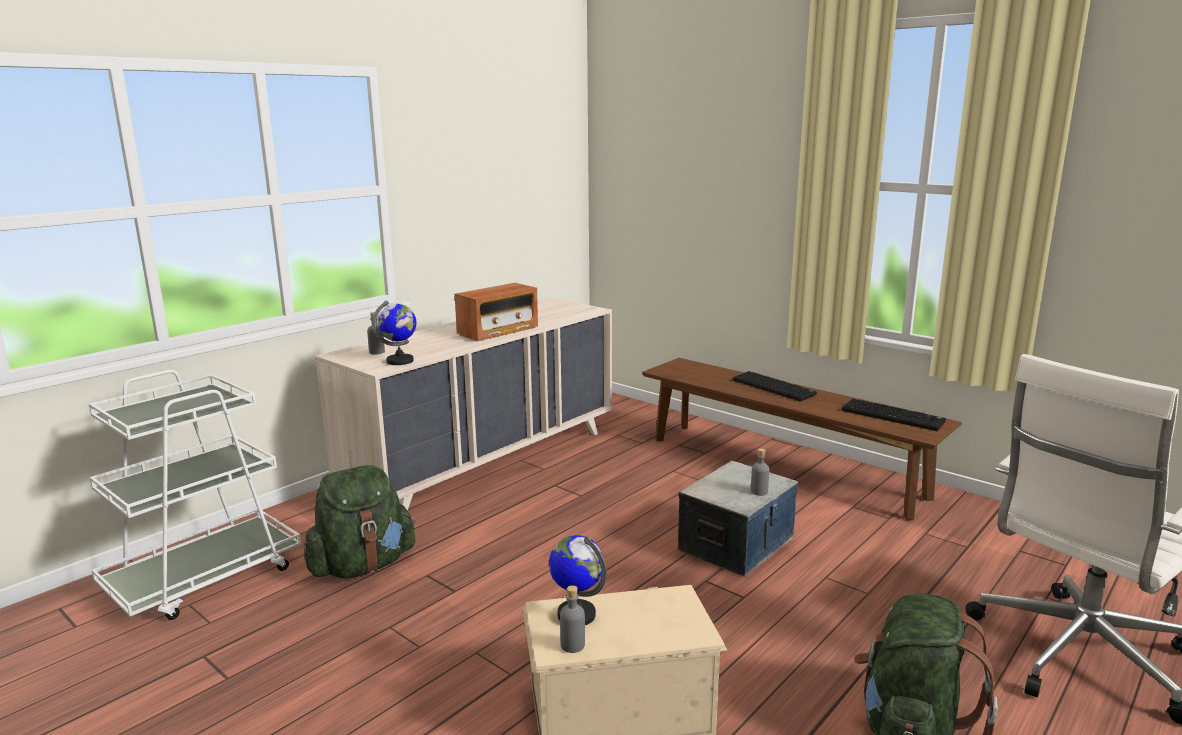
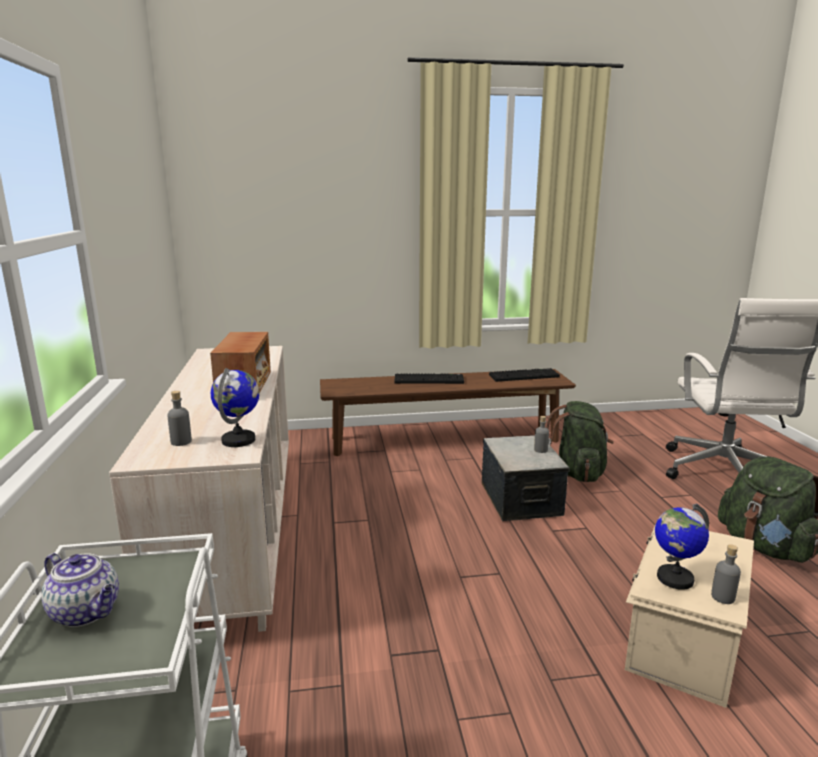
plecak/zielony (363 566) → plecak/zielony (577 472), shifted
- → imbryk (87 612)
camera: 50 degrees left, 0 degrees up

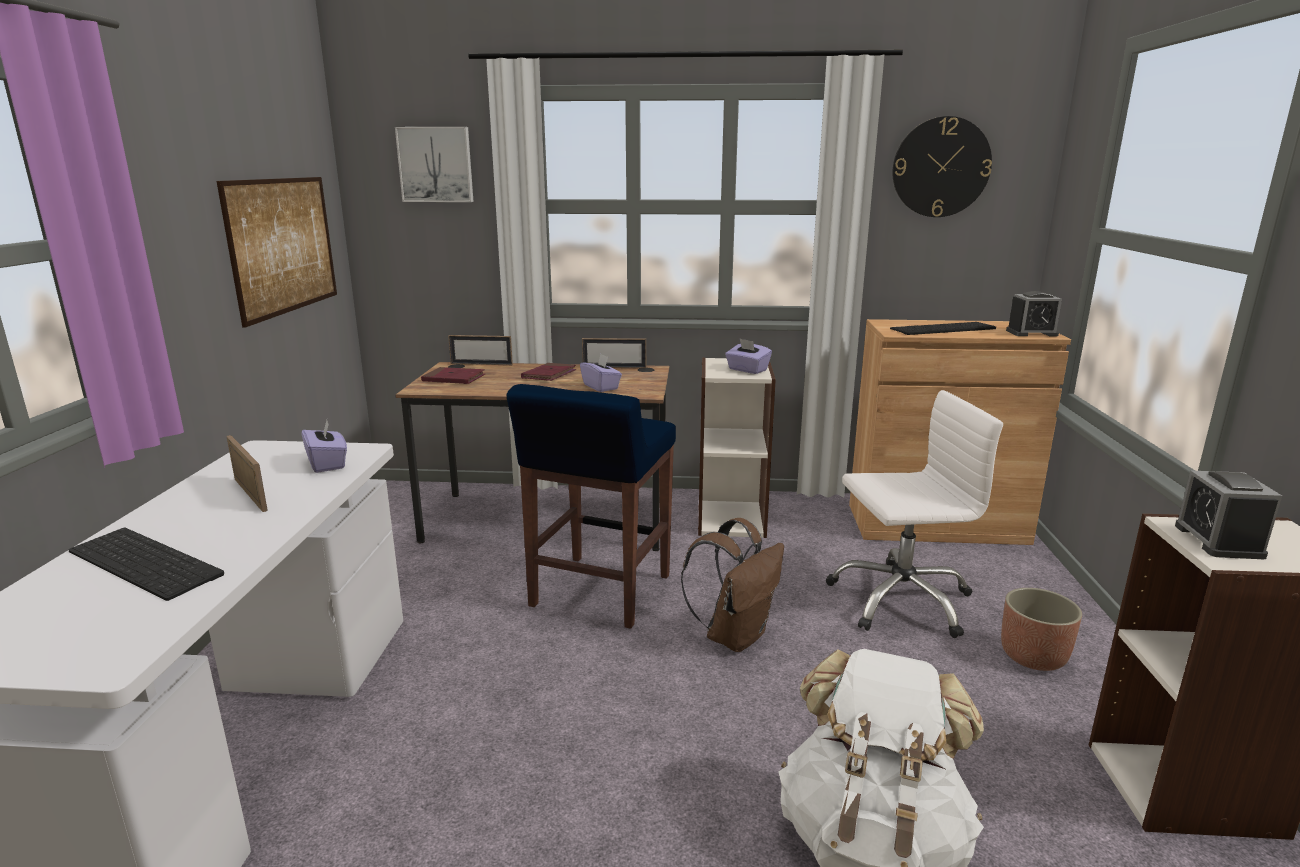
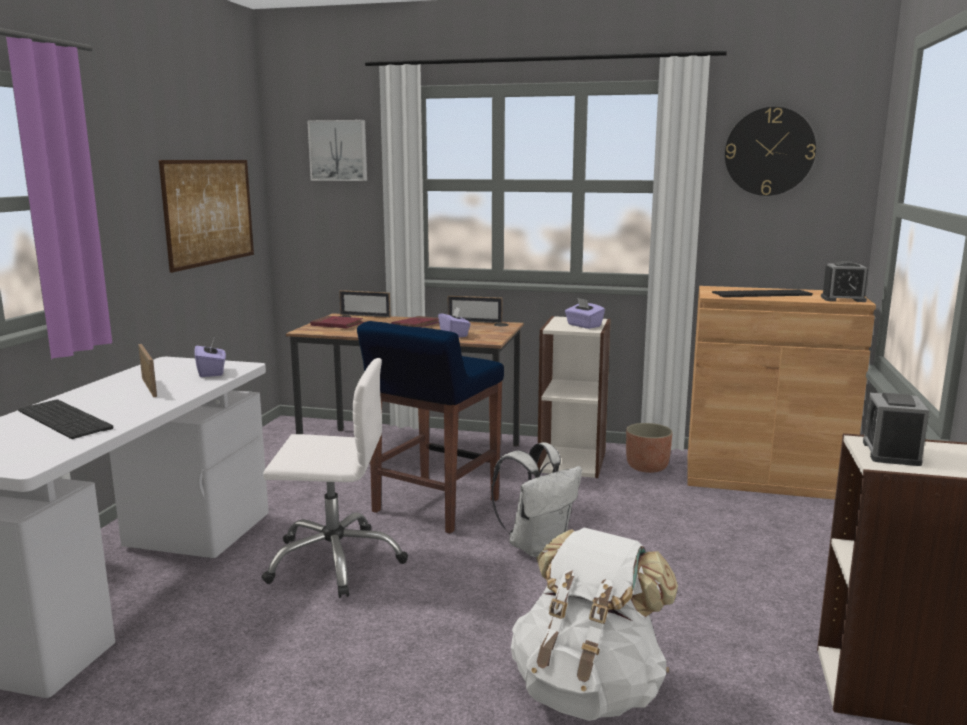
plecak/brązowy (735 635) → plecak/biały (537 545)
krzesło biurowe/biały (900 599) → krzesło biurowe/biały (335 561), shifted
donica (1033 657) → donica (647 467), shifted
camera: 10 degrees right, 5 degrees down

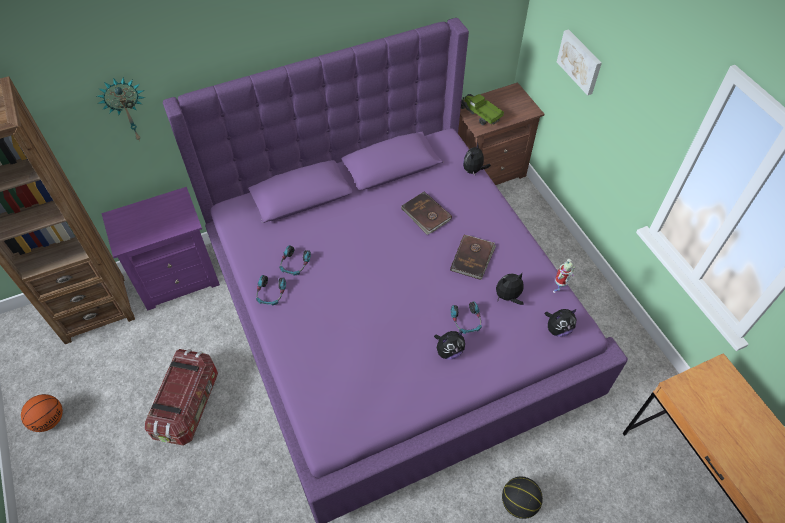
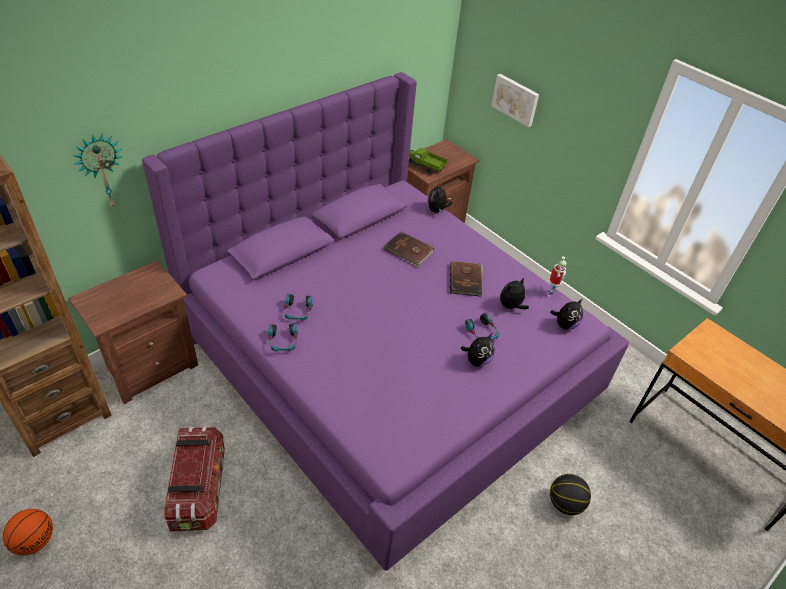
szafka nocna/fioletowy (178 278) → szafka nocna/brązowy (150 367)
camera: 20 degrees left, 10 degrees down

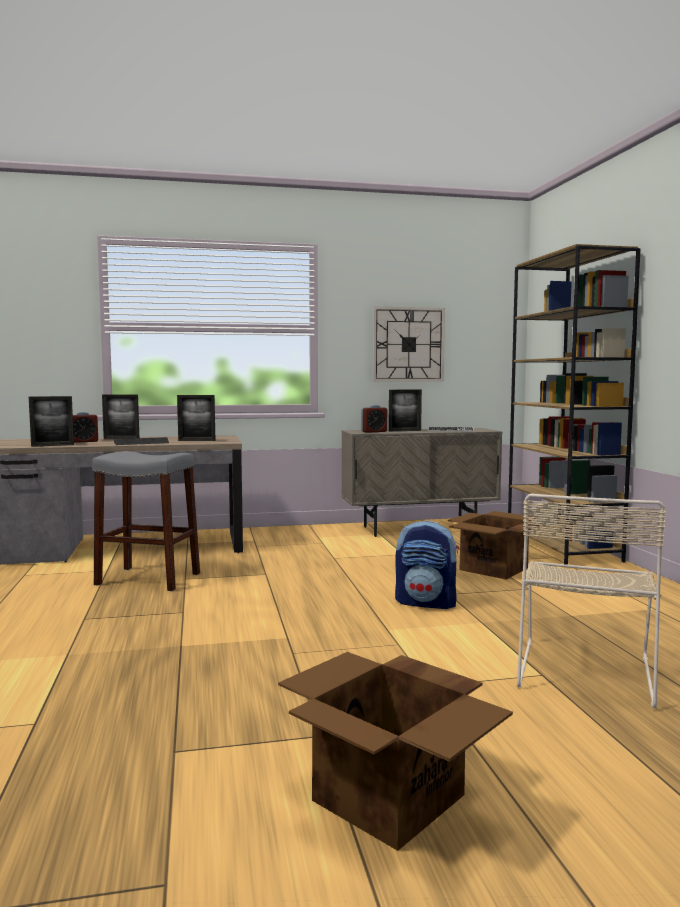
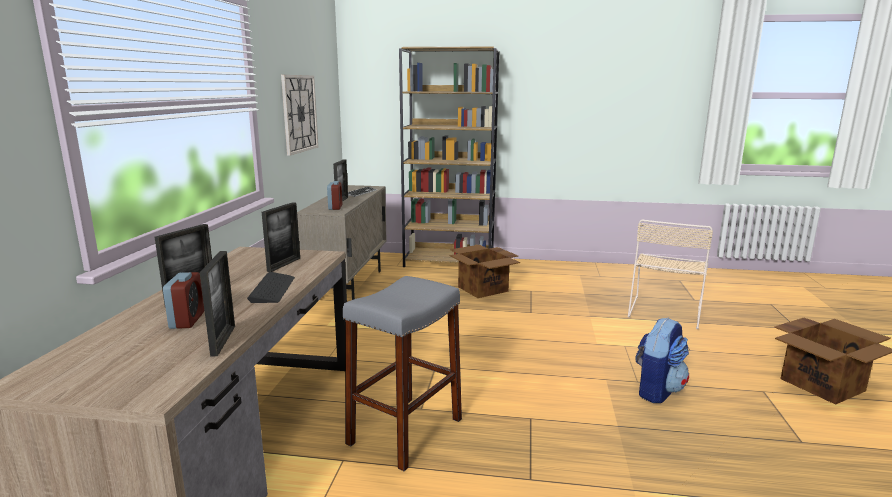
plecak (427 603) → plecak (657 390), shifted
krzesło/beżowy (585 669) → krzesło/beżowy (665 310), 75 degrees clockwise
camera: 70 degrees left, 10 degrees up

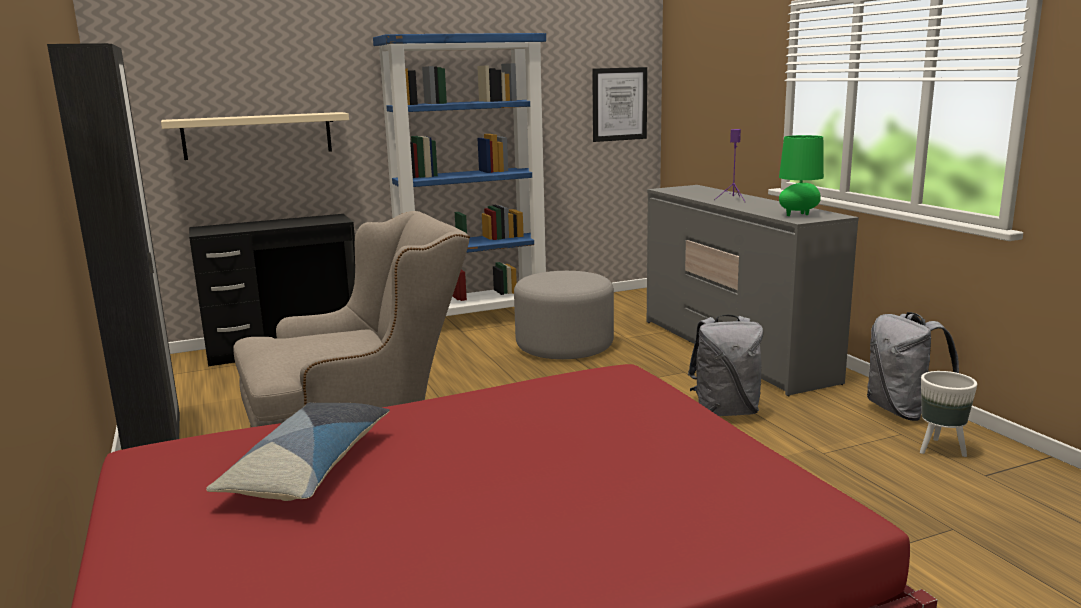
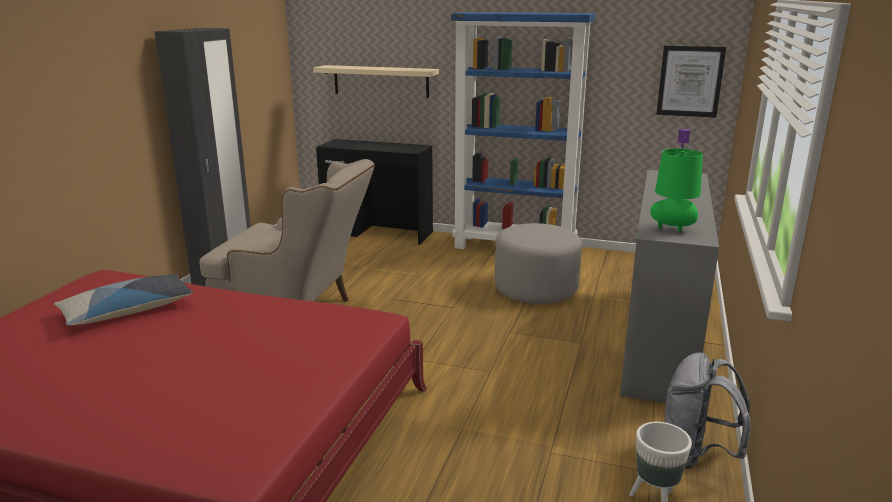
plecak/szary (725 411) → -
camera: 40 degrees right, 5 degrees up

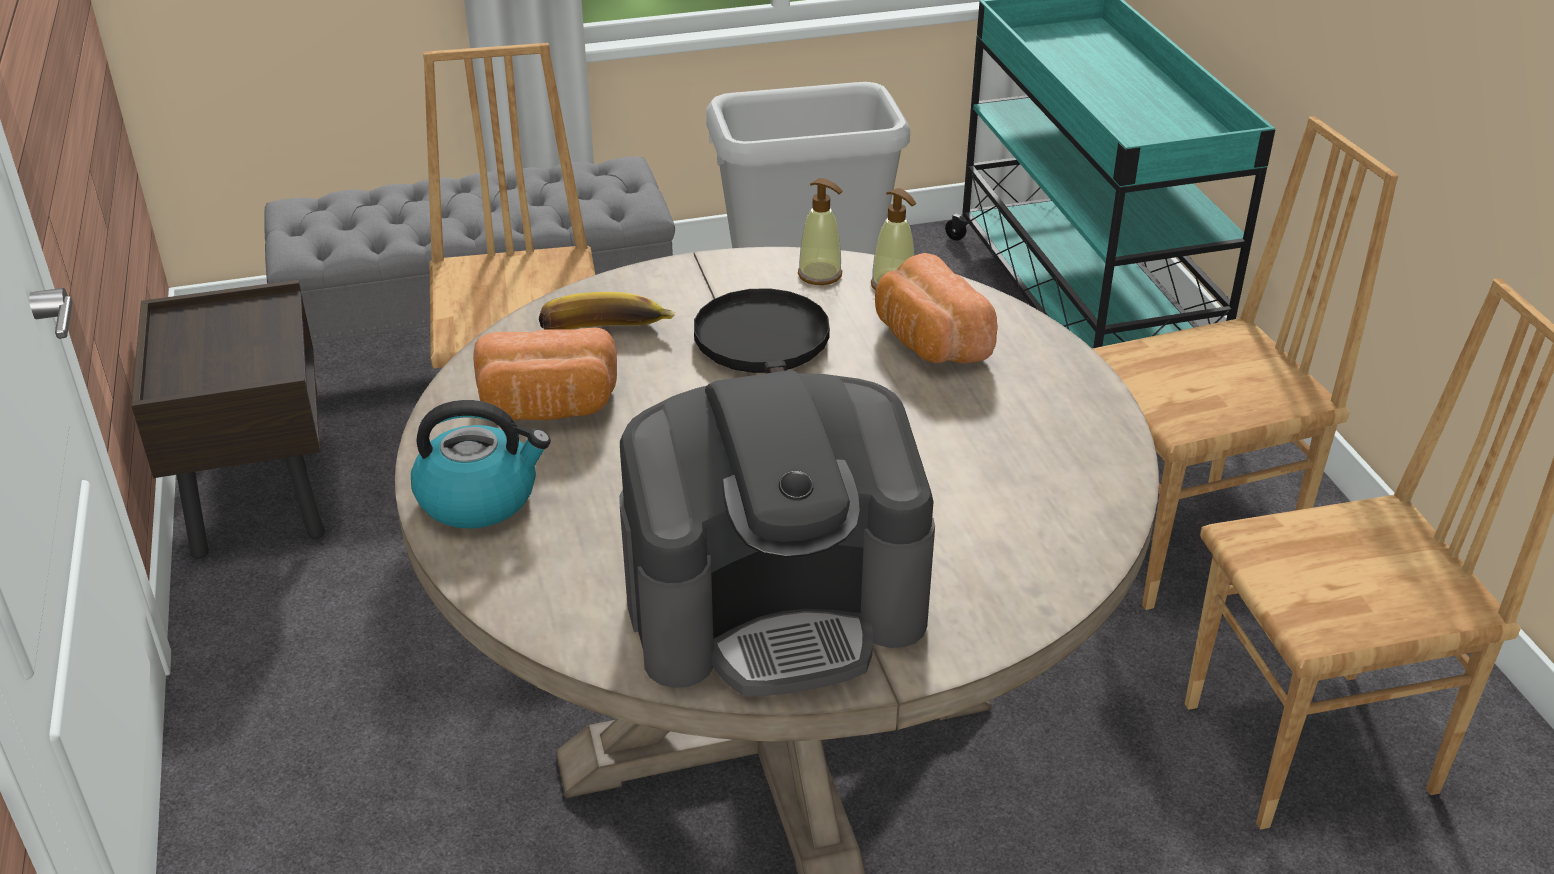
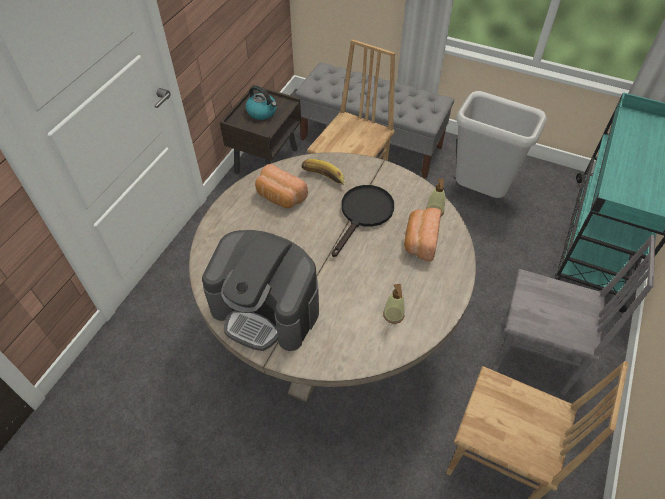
czajnik (480 497) → czajnik (262 112), shifted
dozownik mydła (820 275) → dozownik mydła (393 315), shifted
krzesło/brązowy (1185 546) → krzesło/szary (532 358)
camera: 40 degrees right, 15 degrees up

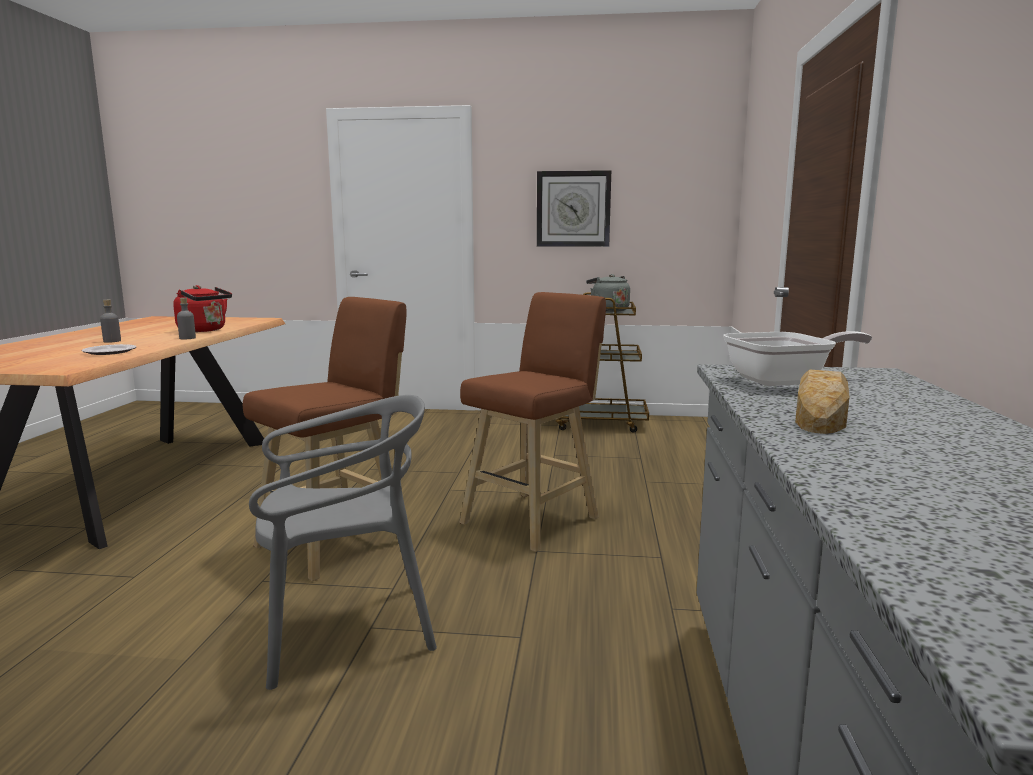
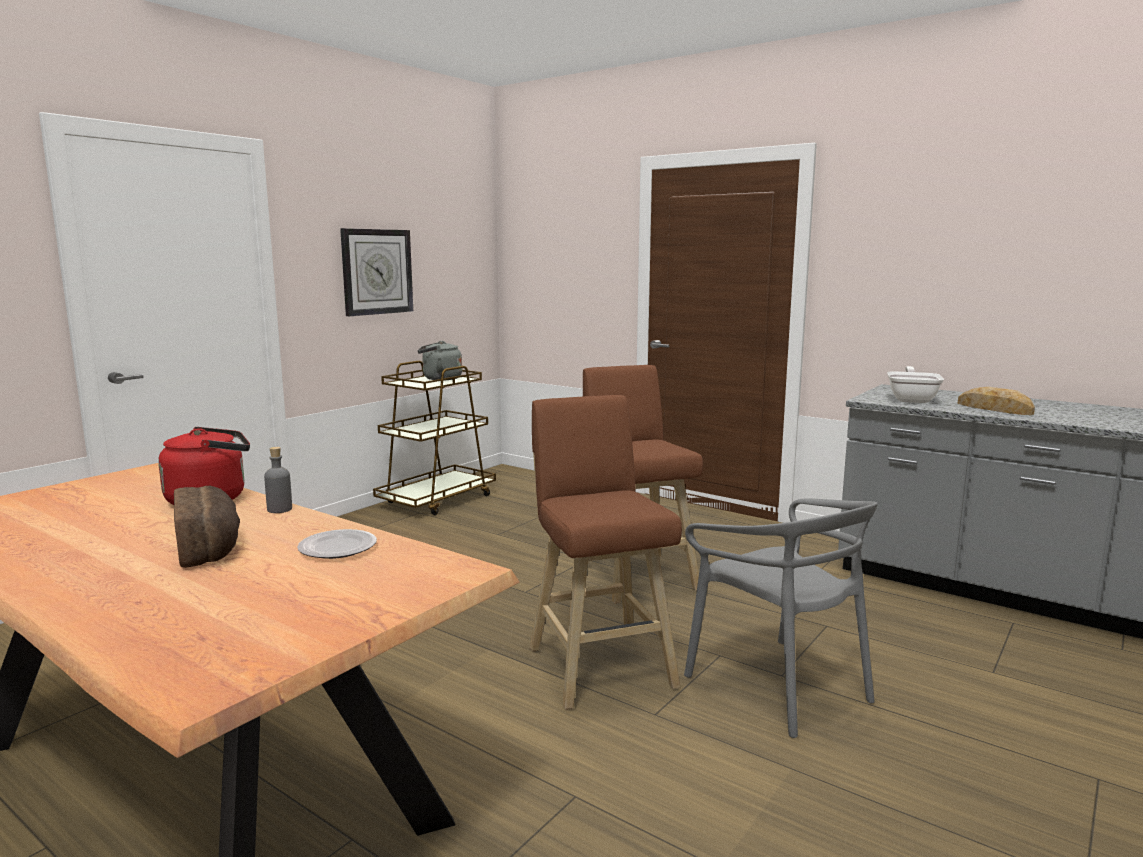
butelka/szary (112 341) → chleb (210 547)
krzesło/szary (347 628) → krzesło/szary (778 685), 135 degrees clockwise
camera: 60 degrees left, 0 degrees up

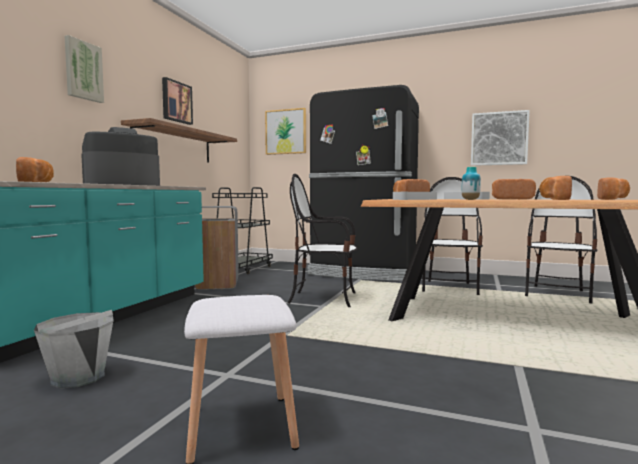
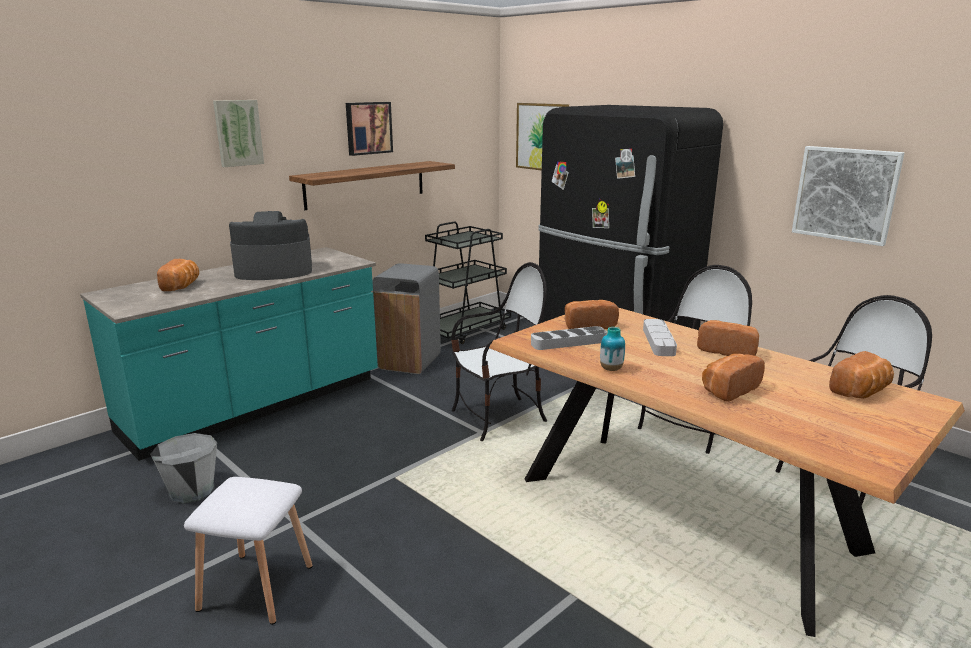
krzesło (324 299) → krzesło (498 418), 120 degrees clockwise
camera: 25 degrees right, 15 degrees up

